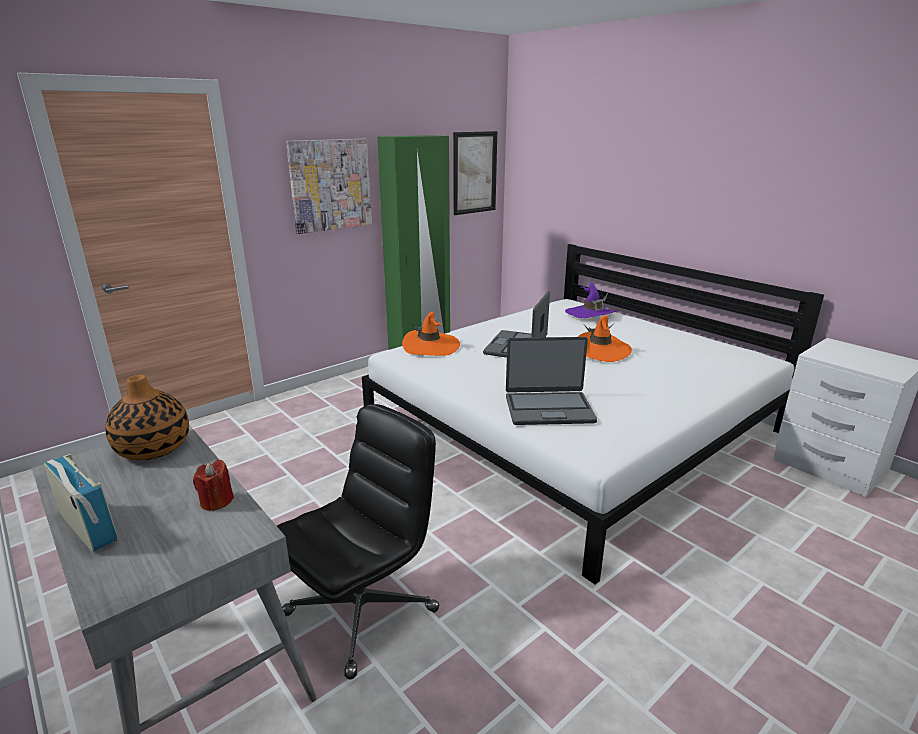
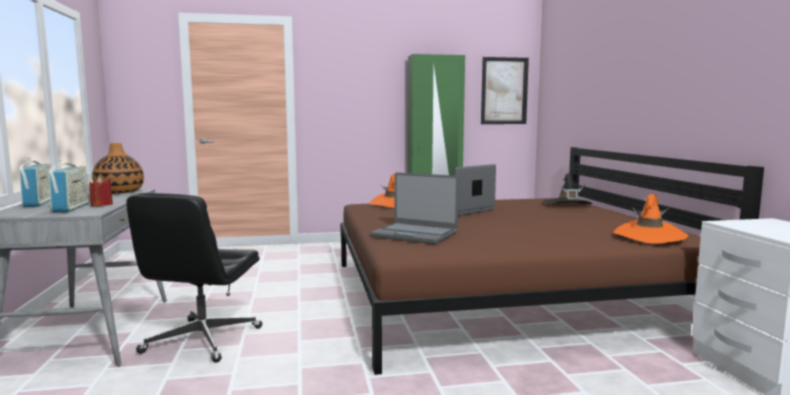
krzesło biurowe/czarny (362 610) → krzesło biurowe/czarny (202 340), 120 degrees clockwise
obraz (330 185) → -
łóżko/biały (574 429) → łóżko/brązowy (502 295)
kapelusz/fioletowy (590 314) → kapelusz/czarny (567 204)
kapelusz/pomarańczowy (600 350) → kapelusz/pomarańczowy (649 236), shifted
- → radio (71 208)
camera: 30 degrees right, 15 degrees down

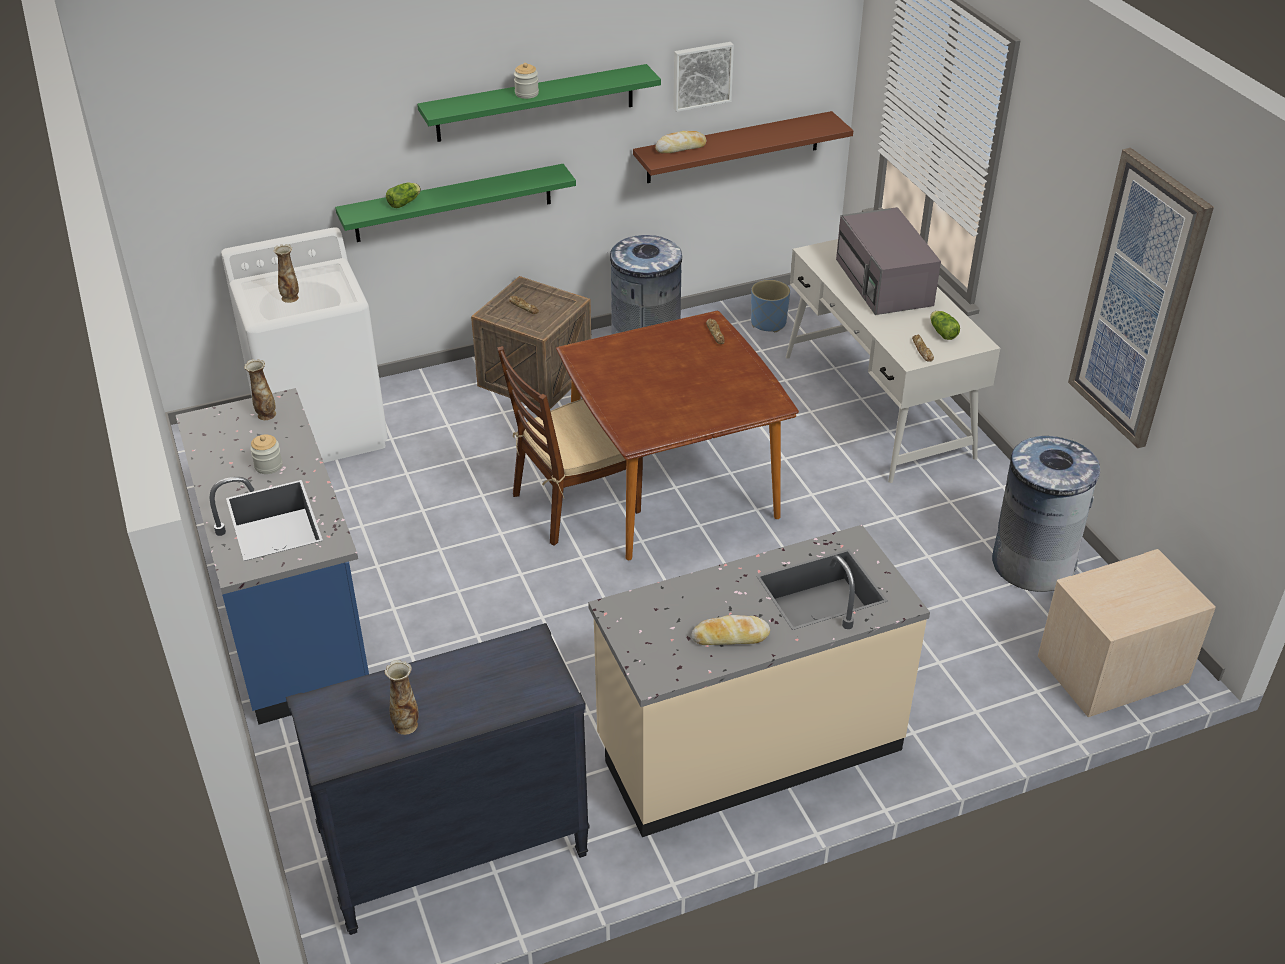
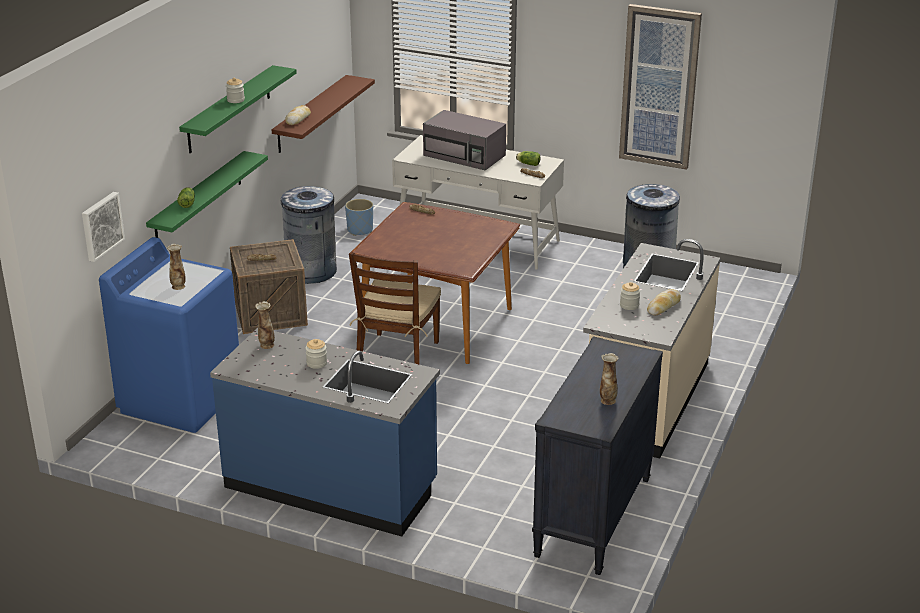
pralka/biały (322 428) → pralka/niebieski (181 399)
obraz (701 75) → obraz (101 226), shifted
szafka nocna/beżowy (1111 669) → -
- → słoik (629 305)
camera: 45 degrees left, 10 degrees down

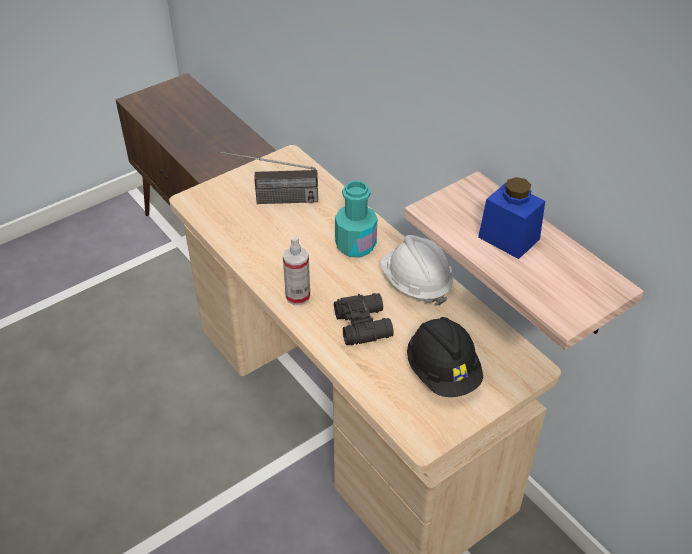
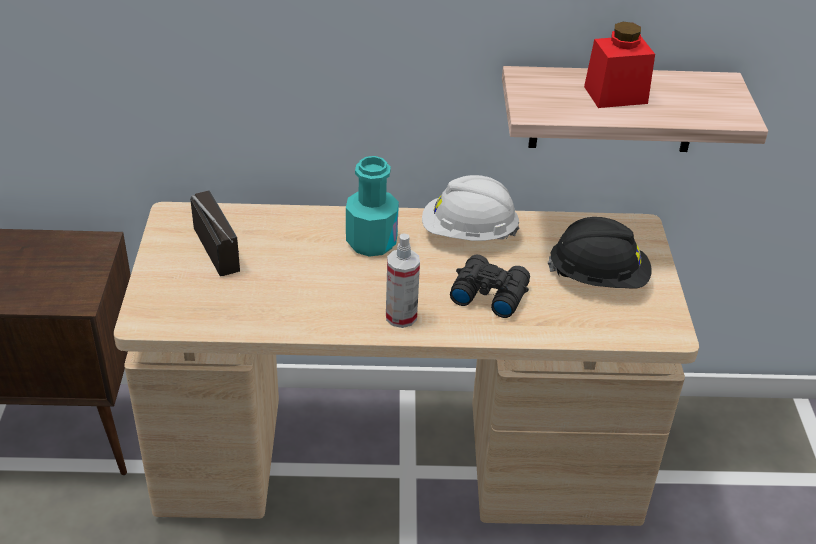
radio (270 200) → radio (226 262), 60 degrees counterclockwise
słoik/niebieski (509 238) → słoik/czerwony (615 95)
camera: 55 degrees left, 5 degrees down

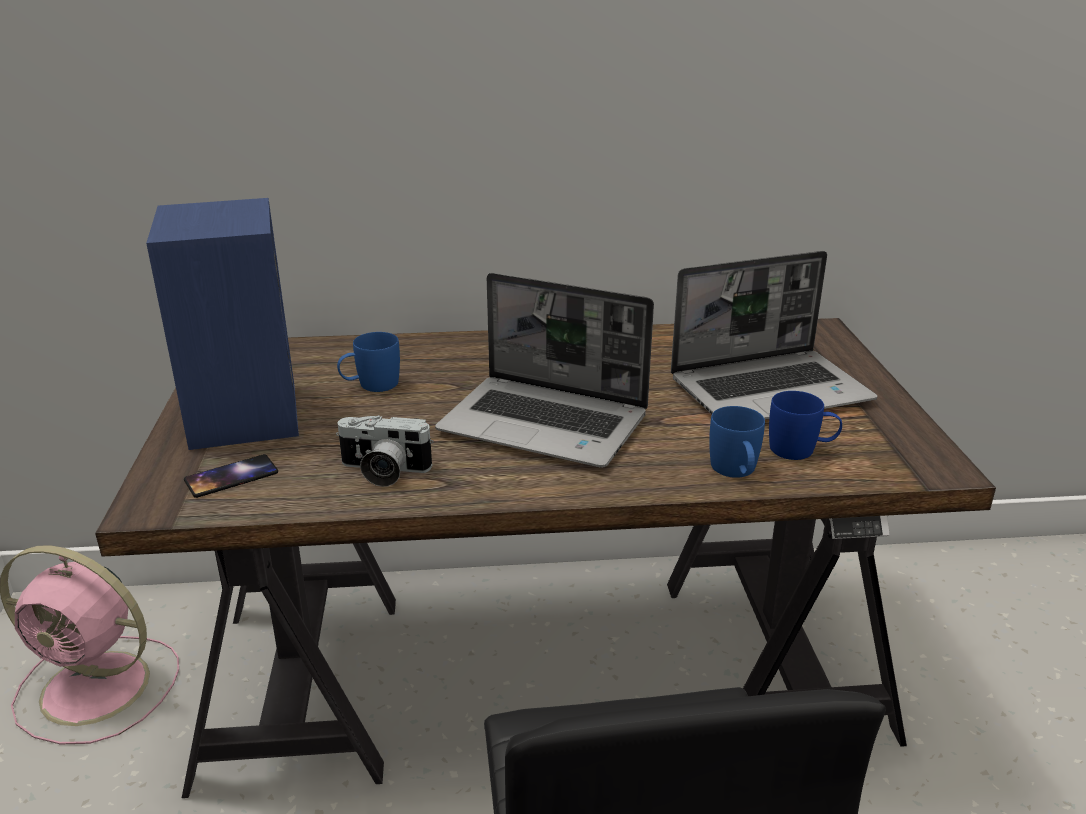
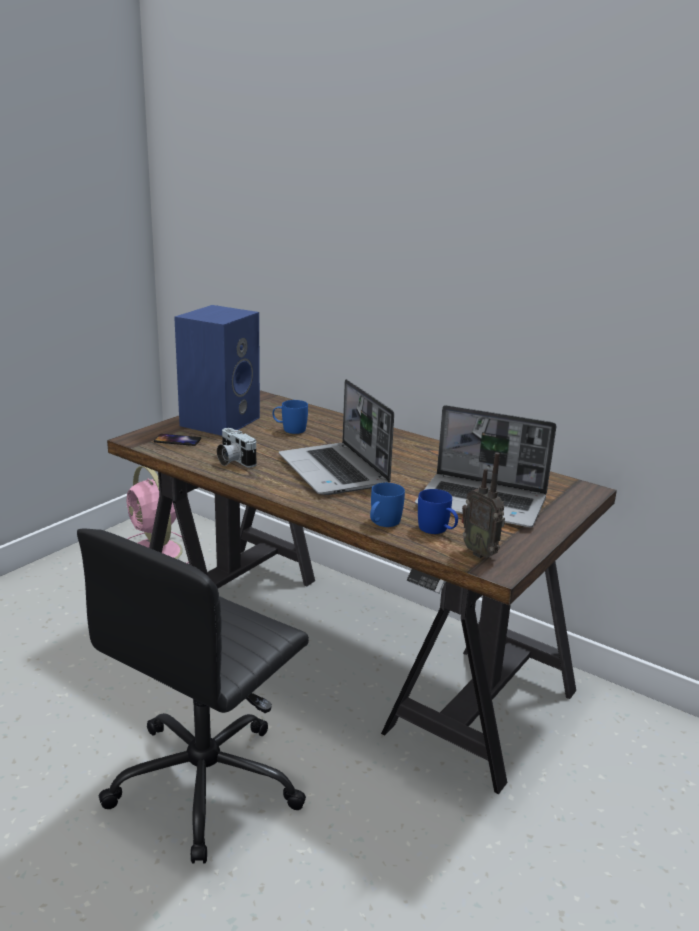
- → radio (481 552)
camera: 40 degrees right, 5 degrees down

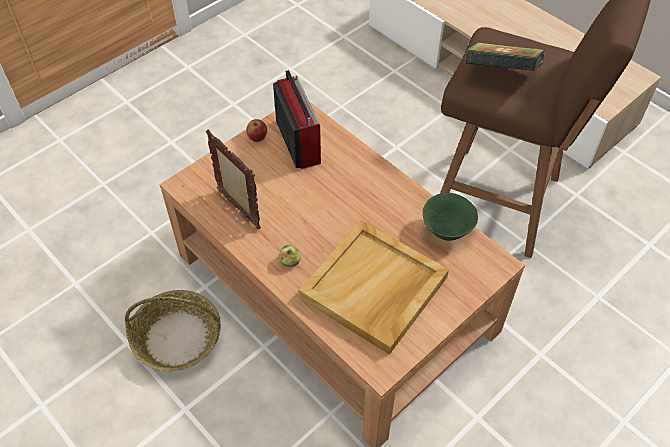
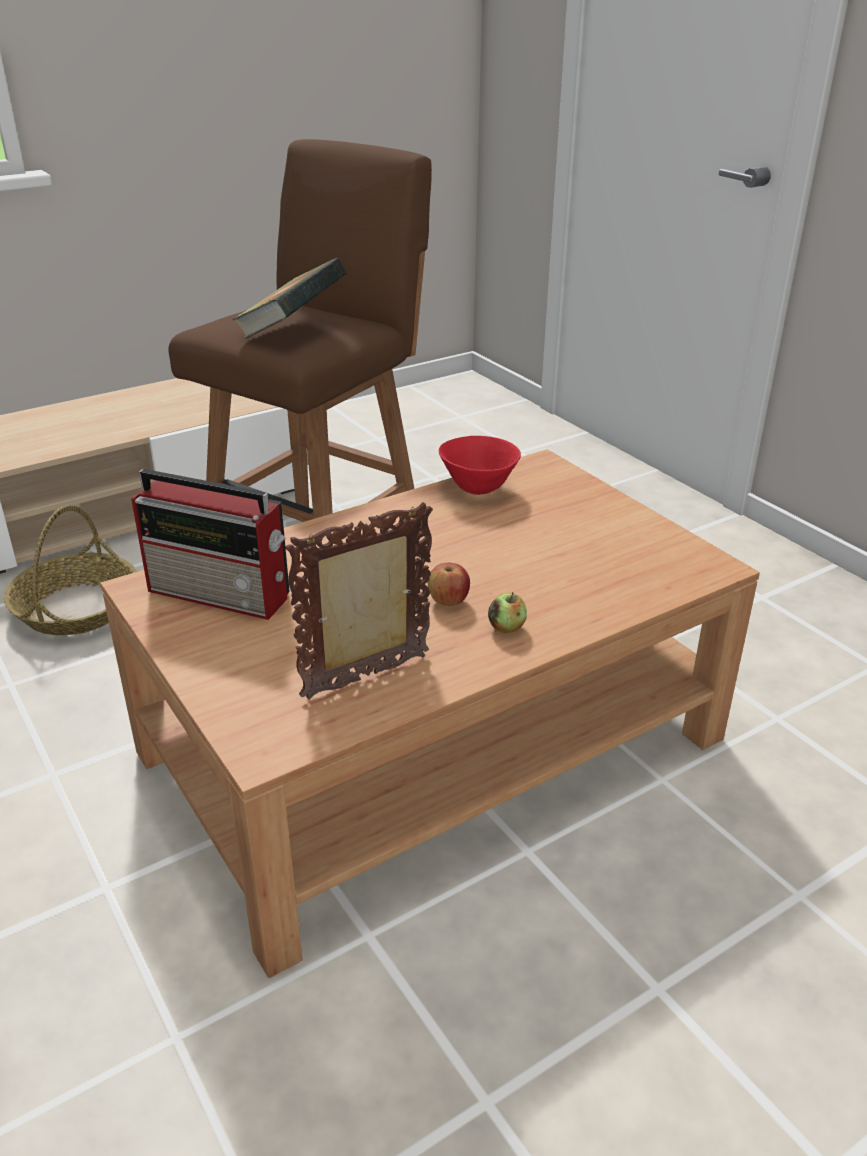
koszyk (178 338) → koszyk (77 607), shifted
jabłko (257 138) → jabłko (448 601), shifted
radio (298 140) → radio (222 594), 150 degrees counterclockwise
taca/beżowy (374 289) → -
miska/zielony (447 231) → miska/czerwony (479 489)
camera: 80 degrees left, 20 degrees down

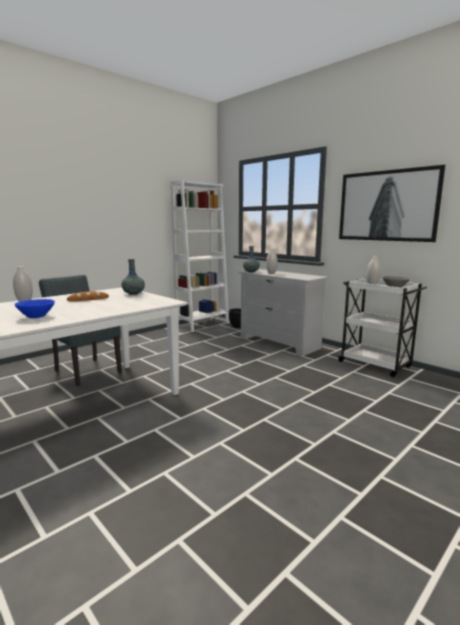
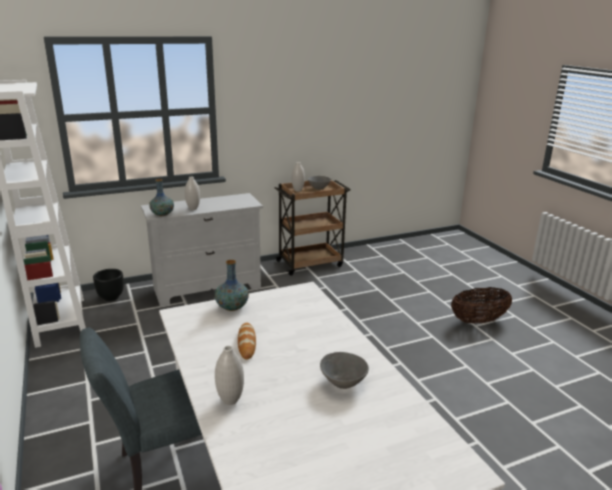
miska/niebieski (37 316) → miska/szary (343 382)
wózek/biały (375 365) → wózek/brązowy (310 263)
obraz (386 206) → -
- → koszyk (478 321)
camera: 70 degrees left, 10 degrees up

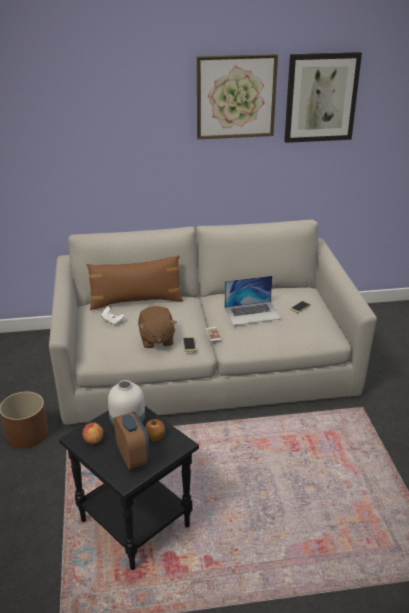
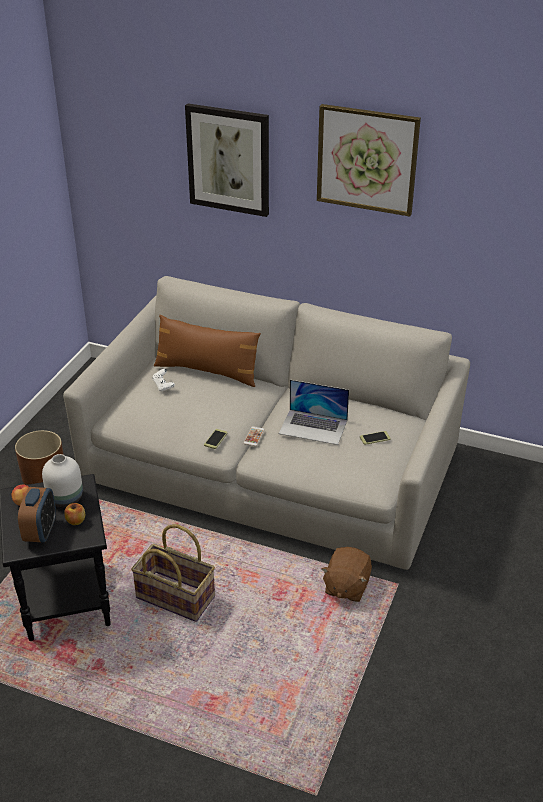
pluszak/brązowy (156 339) → pluszak/brązowy (346 586), shifted
obraz (321 97) → obraz (229 159), shifted
- → koszyk (176 596)
camera: 30 degrees right, 5 degrees up

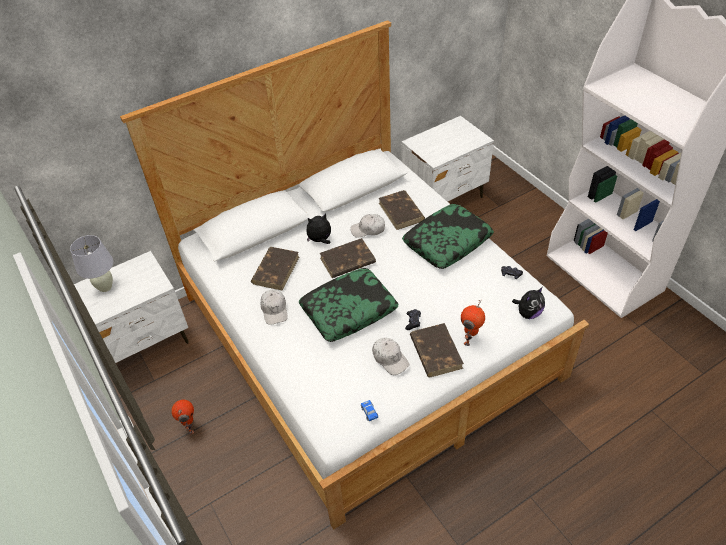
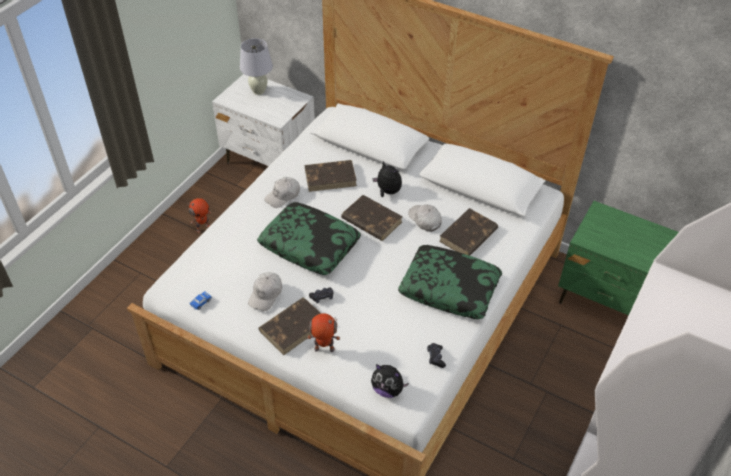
szafka nocna/biały (445 197) → szafka nocna/zielony (607 300)
camera: 60 degrees right, 0 degrees up

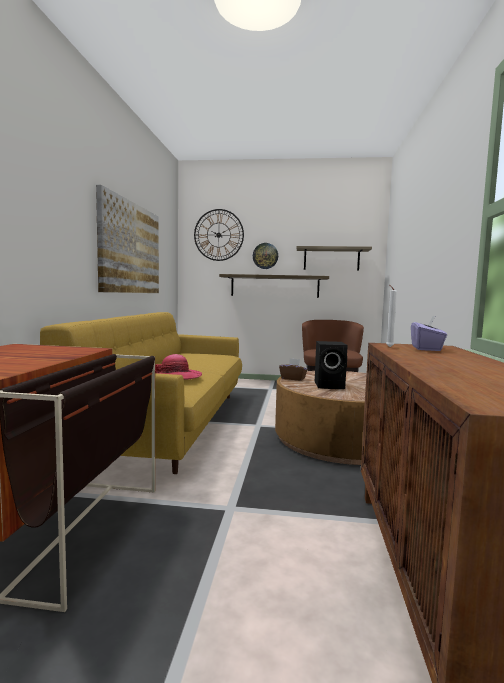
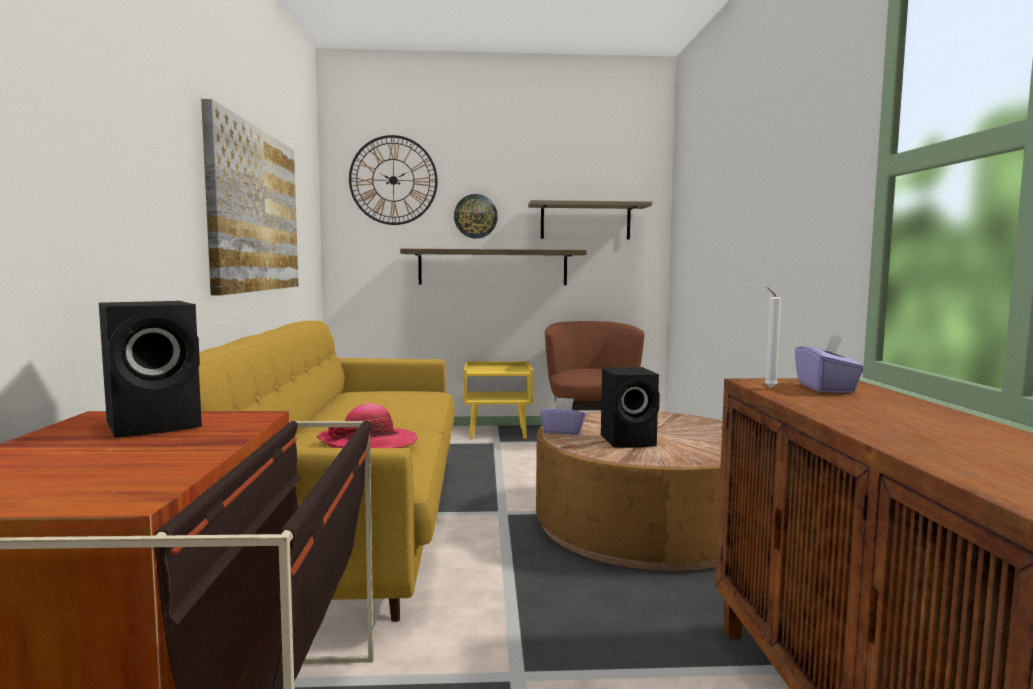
pudełko chusteczek/brązowy (293 378) → pudełko chusteczek/fioletowy (563 431)
- → głośnik/czarny (157 424)
- → szafka nocna/żółty (498 432)
camera: 10 degrees left, 0 degrees up

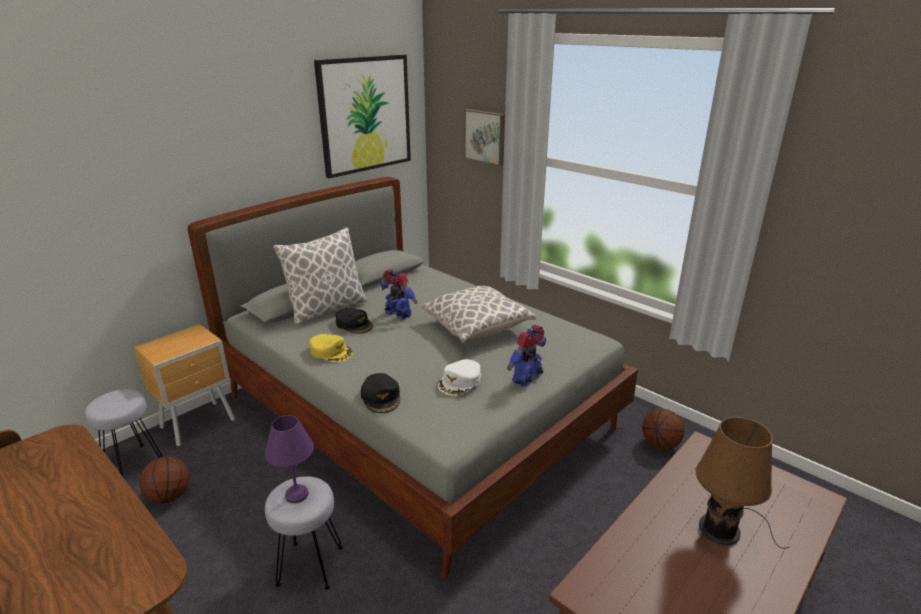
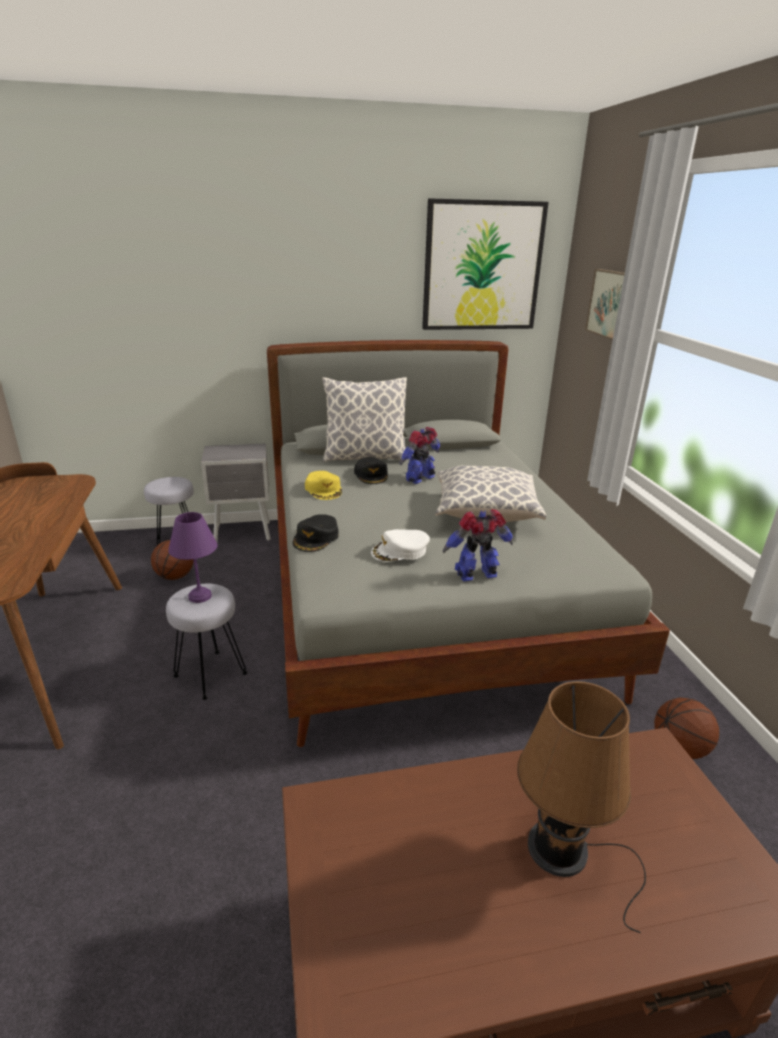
szafka nocna/brązowy (200 424) → szafka nocna/szary (244 533)
robot zabawkowy (398 315) → robot zabawkowy (421 479), 120 degrees counterclockwise
camera: 35 degrees right, 0 degrees up

